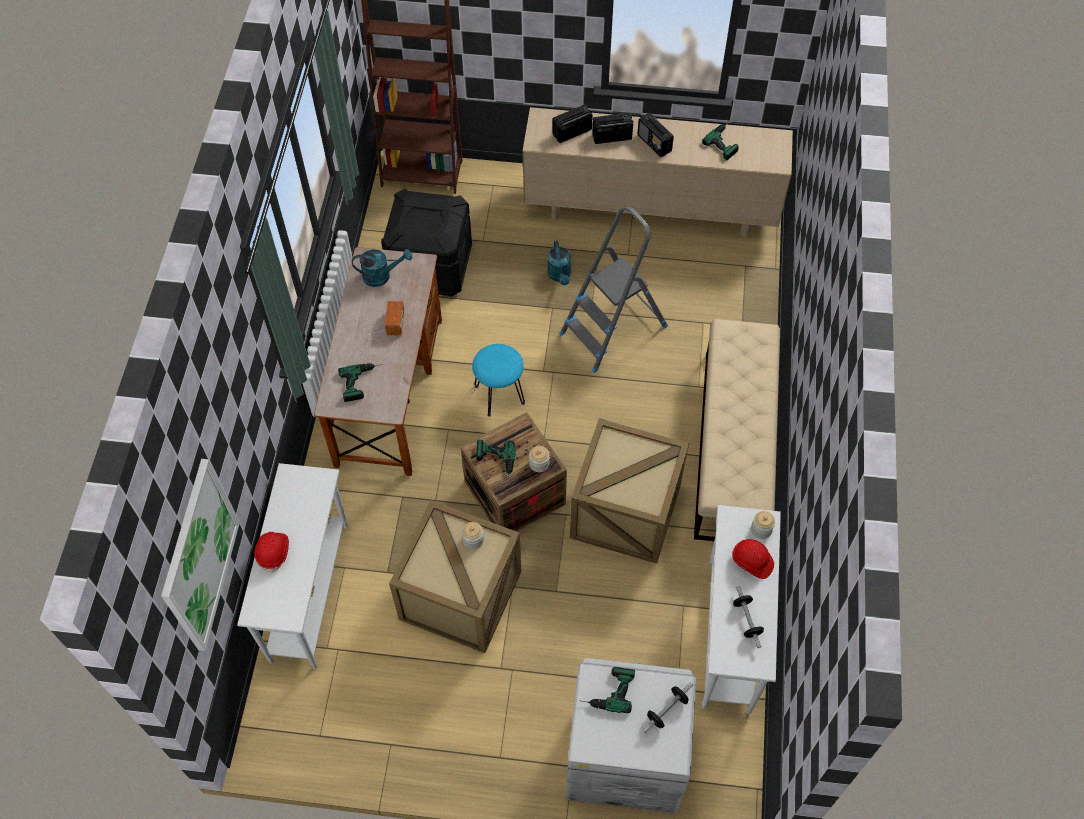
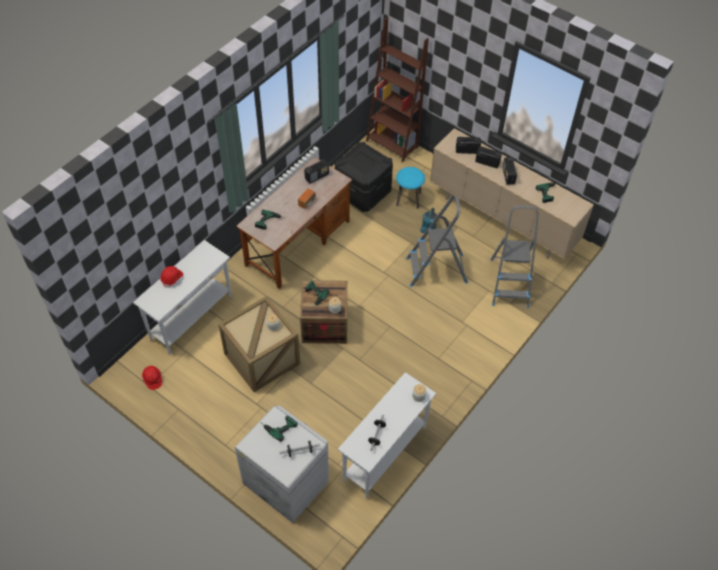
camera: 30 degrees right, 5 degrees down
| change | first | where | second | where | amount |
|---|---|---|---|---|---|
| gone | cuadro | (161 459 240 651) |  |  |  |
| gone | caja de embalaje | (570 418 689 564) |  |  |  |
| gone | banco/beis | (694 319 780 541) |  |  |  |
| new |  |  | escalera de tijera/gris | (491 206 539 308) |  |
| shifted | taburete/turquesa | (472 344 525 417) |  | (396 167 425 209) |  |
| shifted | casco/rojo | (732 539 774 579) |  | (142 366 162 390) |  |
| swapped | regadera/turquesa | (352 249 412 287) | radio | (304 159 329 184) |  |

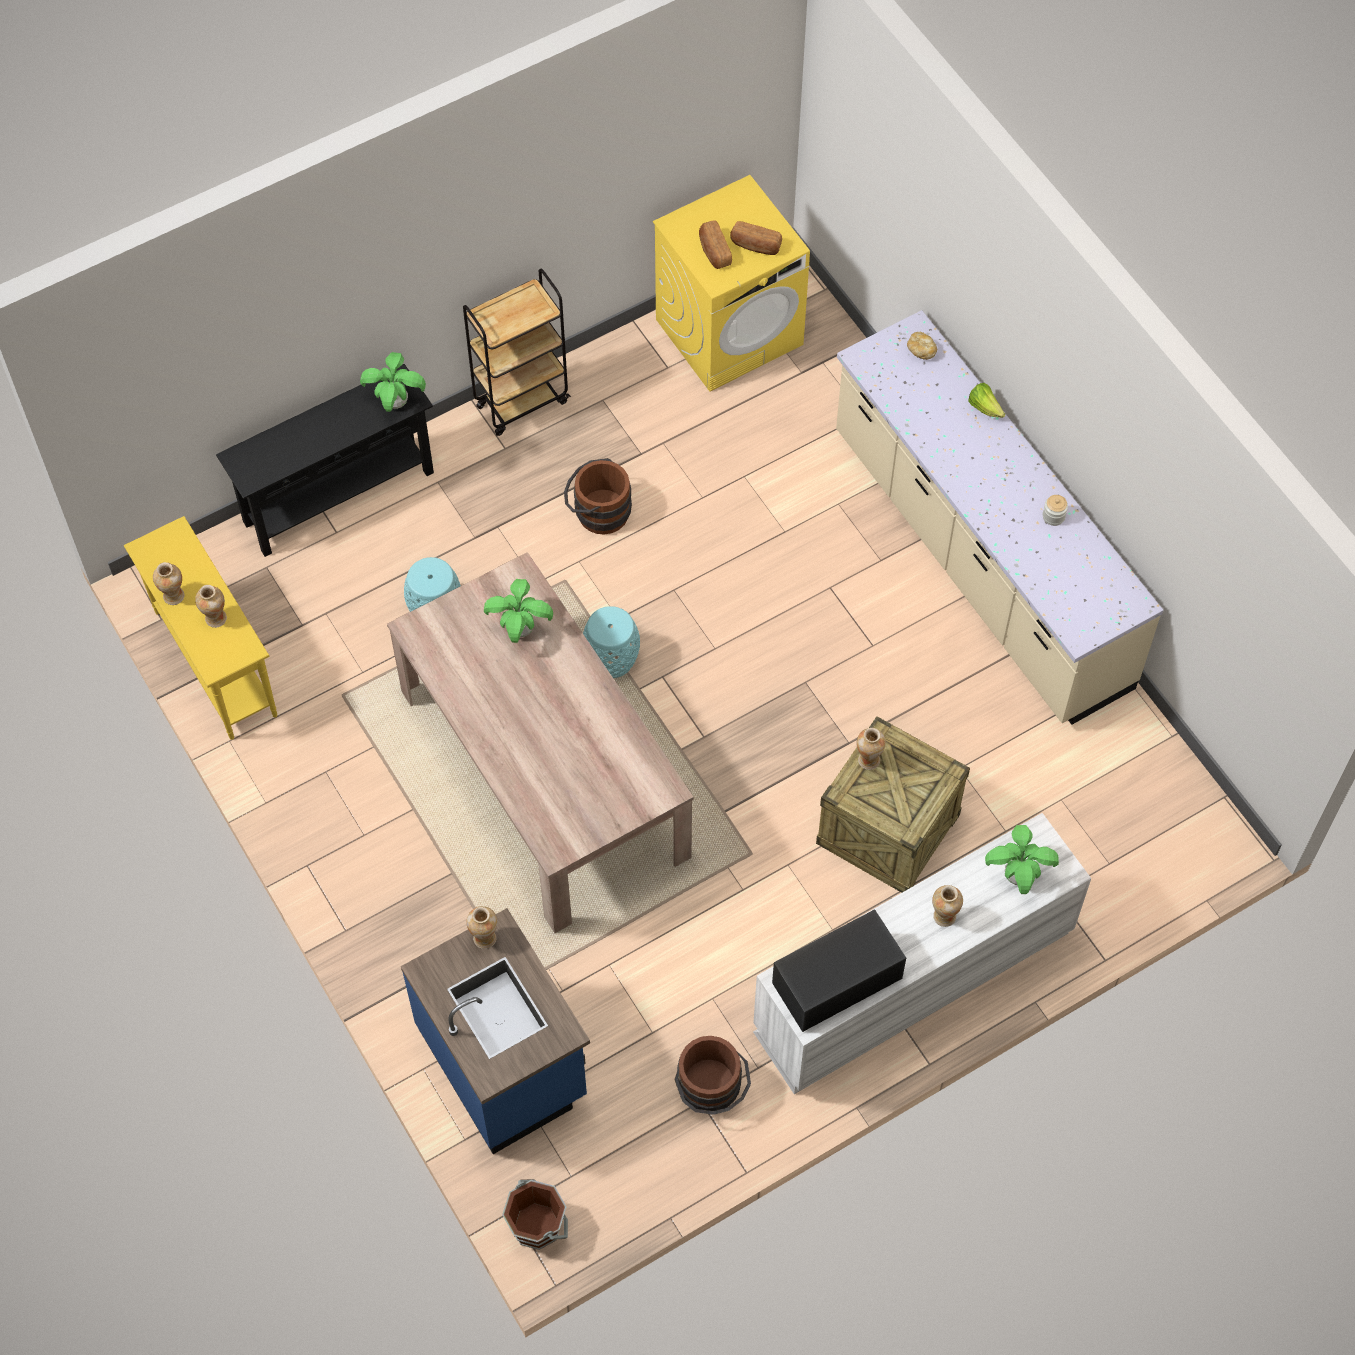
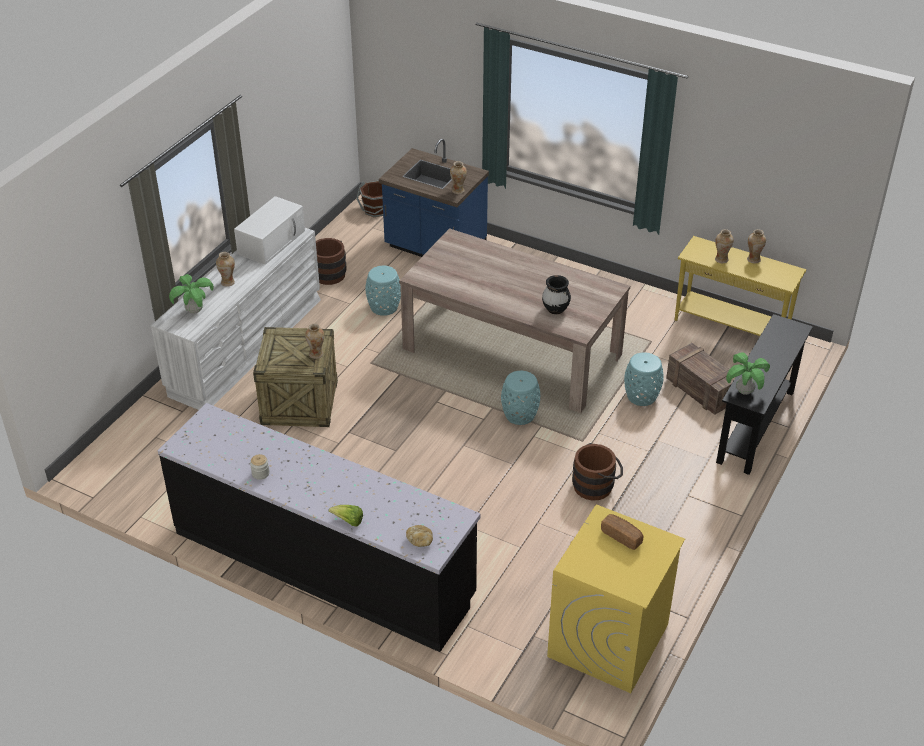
camera: 150 degrees right, 20 degrees down
| change | first | where | second | where | amount |
|---|---|---|---|---|---|
| gone | carrito/marrón | (463 269 571 436) |  |  |  |
| gone | pan | (730 221 782 255) |  |  |  |
| new |  |  | taburete/turquesa | (365 266 401 316) |  |
| new |  |  | caja de embalaje | (666 343 735 415) |  |
| swapped | planta en maceta | (484 579 553 643) | florero/negro | (542 275 571 314) |  |
| repainted | microondas/negro | (772 909 906 1032) | microondas/blanco | (234 196 305 265) |  |
| repainted | mueble bajo de cocina/beis | (836 310 1163 725) | mueble bajo de cocina/negro | (158 403 481 652) |  |

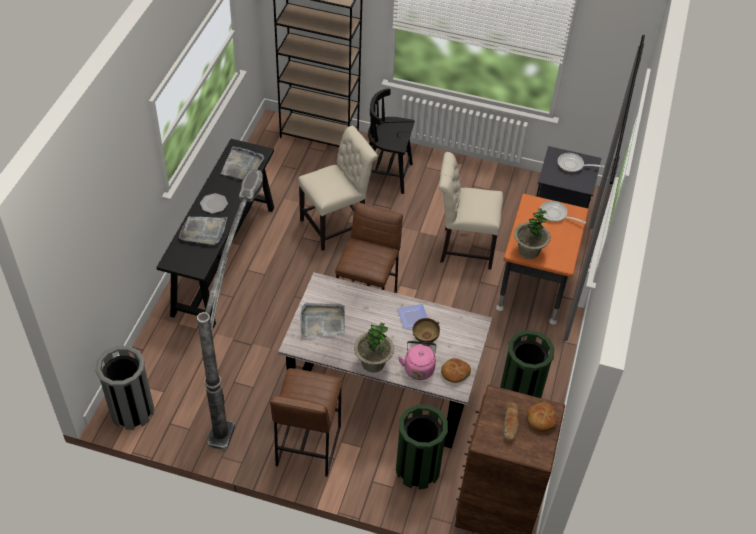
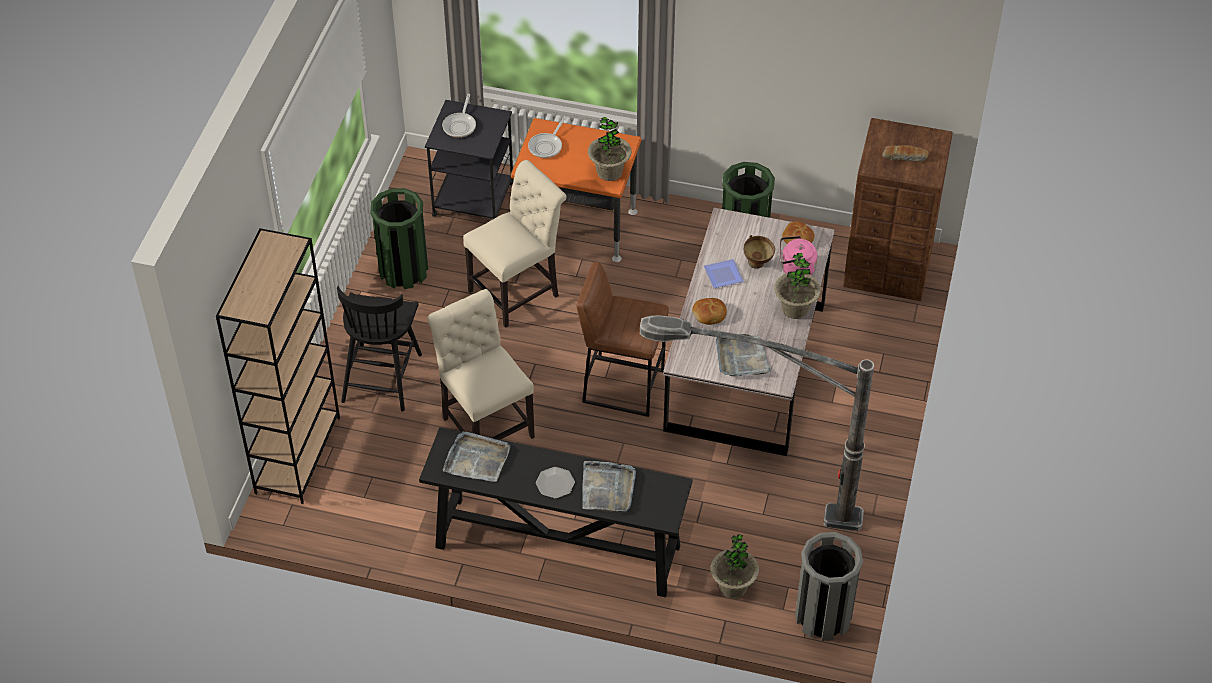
camera: 90 degrees left, 0 degrees up
| change | first | where | second | where | amount |
|---|---|---|---|---|---|
| gone | taburete/marrón | (270 368 342 477) |  |  |  |
| new |  |  | planta en maceta | (710 534 759 598) |  |
| shifted | papelera/verde | (396 404 448 490) |  | (370 188 428 289) |  |
| shifted | pan | (527 402 557 431) |  | (692 298 727 325) |  |
| rotated | silla/beis | (439 152 503 270) |  | (463 160 567 328) | 135 degrees counterclockwise |

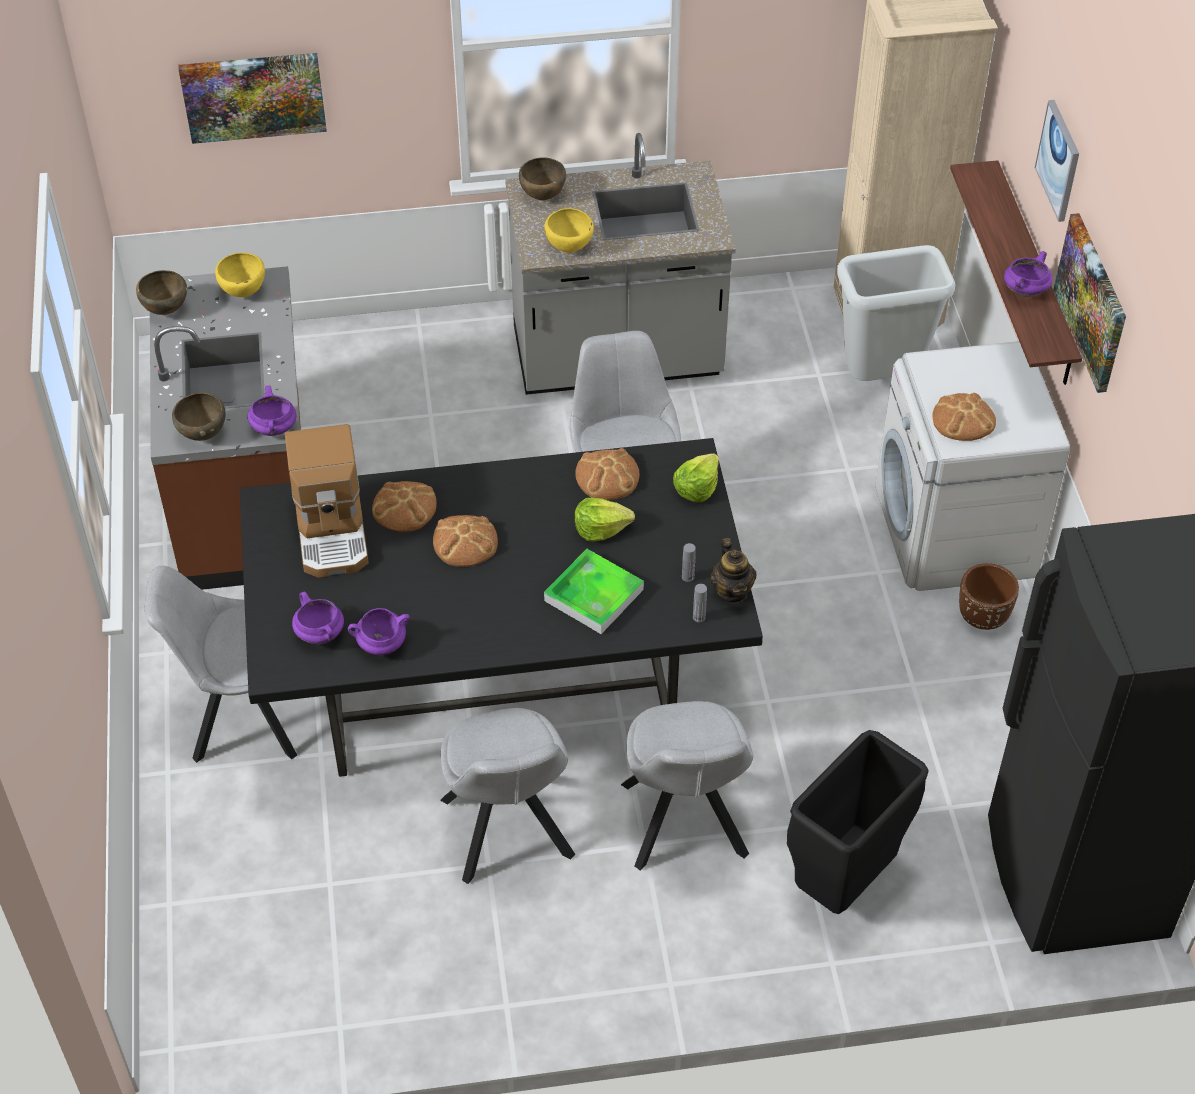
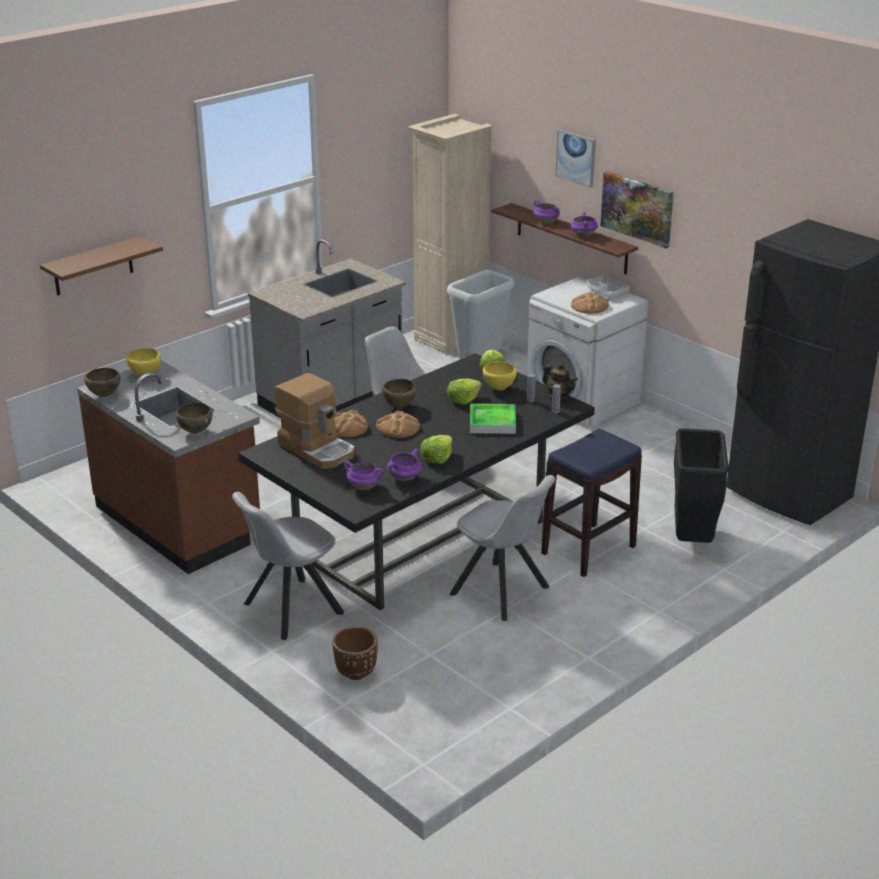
camera: 35 degrees left, 20 degrees down
| change | first | where | second | where | amount |
|---|---|---|---|---|---|
| gone | pan | (575 448 640 500) |  |  |  |
| new |  |  | lechuga | (420 435 453 464) |  |
| new |  |  | bandeja/gris | (587 275 630 298) |  |
| shifted | olla/morado | (248 385 296 436) |  | (534 200 560 224) |  |
| shifted | cuenco/marrón | (519 157 566 200) |  | (382 379 417 408) |  |
| shifted | cuenco/amarillo | (545 208 594 253) |  | (483 362 517 390) |  |
| shifted | maceta/marrón | (959 563 1019 630) |  | (332 626 378 680) |  |
| swapped | cuadro | (178 53 327 144) | estante/marrón | (40 236 163 295) |  |
| swapped | silla/gris | (621 701 753 870) | taburete | (541 429 642 577) |  |

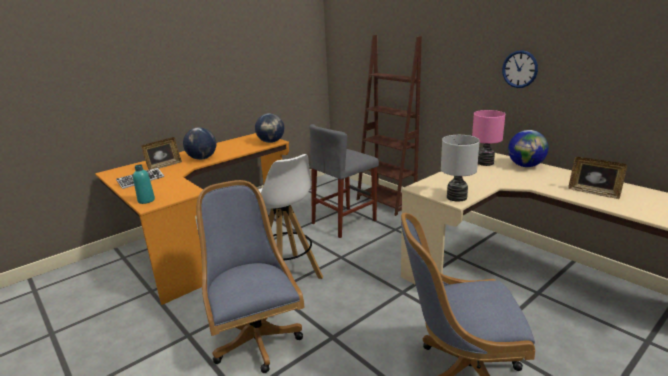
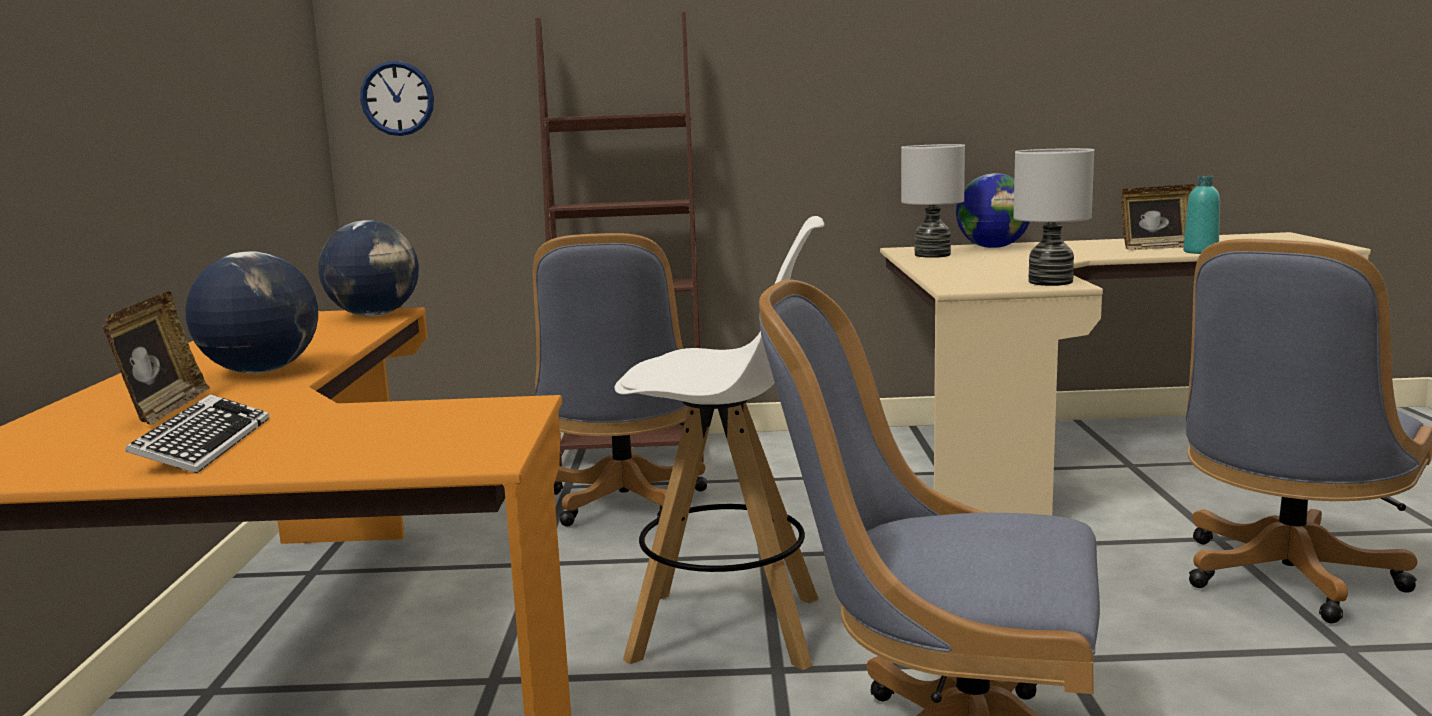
camera: 50 degrees left, 10 degrees down
| change | first | where | second | where | amount |
|---|---|---|---|---|---|
| shifted | botella/turquesa | (133 164 155 204) |  | (1183 176 1220 254) |  |
| shifted | reloj de pared | (502 50 538 88) |  | (360 61 434 136) |  |
| swapped | taburete/gris | (309 124 379 238) | silla de oficina/azul | (533 233 707 526) |  |
| repainted | lámpara de mesa/rosa | (472 110 505 166) | lámpara de mesa/gris | (901 144 965 258) |  |

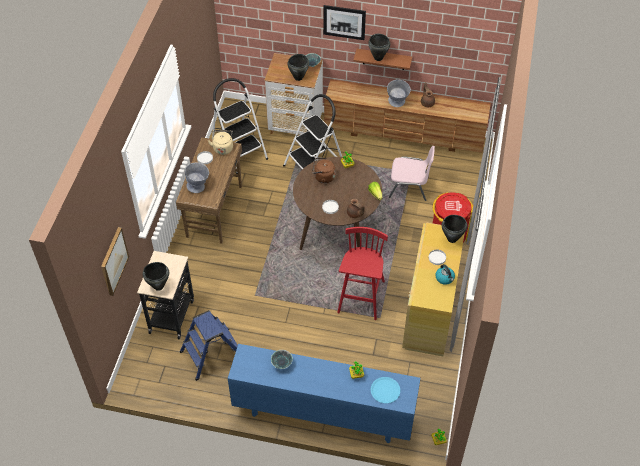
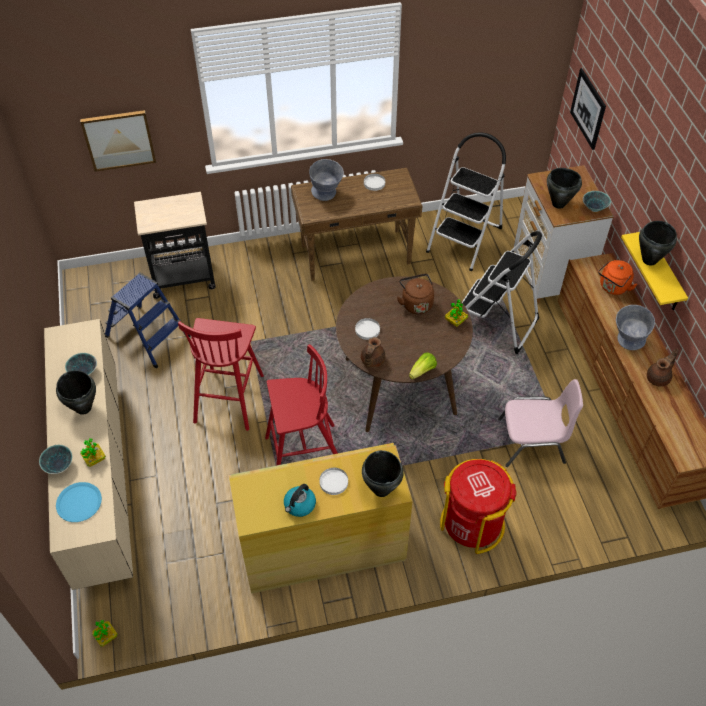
camera: 65 degrees right, 0 degrees up
| change | first | where | second | where | amount |
|---|---|---|---|---|---|
| gone | hervidor/beis | (208 130 233 155) |  |  |  |
| new |  |  | cuenco | (39 445 72 474) |  |
| new |  |  | taburete/rojo | (178 318 264 431) |  |
| new |  |  | hervidor/naranja | (598 260 637 295) |  |
| shifted | olla/negro | (143 262 169 291) |  | (56 370 96 415) |  |
| shifted | cuadro | (323 5 366 40) |  | (570 68 606 150) |  |
| repainted | armario/azul | (228 344 421 443) | armario/beis | (44 319 133 590) |  |
| repainted | estante/marrón | (353 49 412 70) | estante/amarillo | (621 232 688 310) |  |
| rotated | silla/rosa | (389 146 435 201) |  | (498 379 583 467) | 75 degrees counterclockwise |

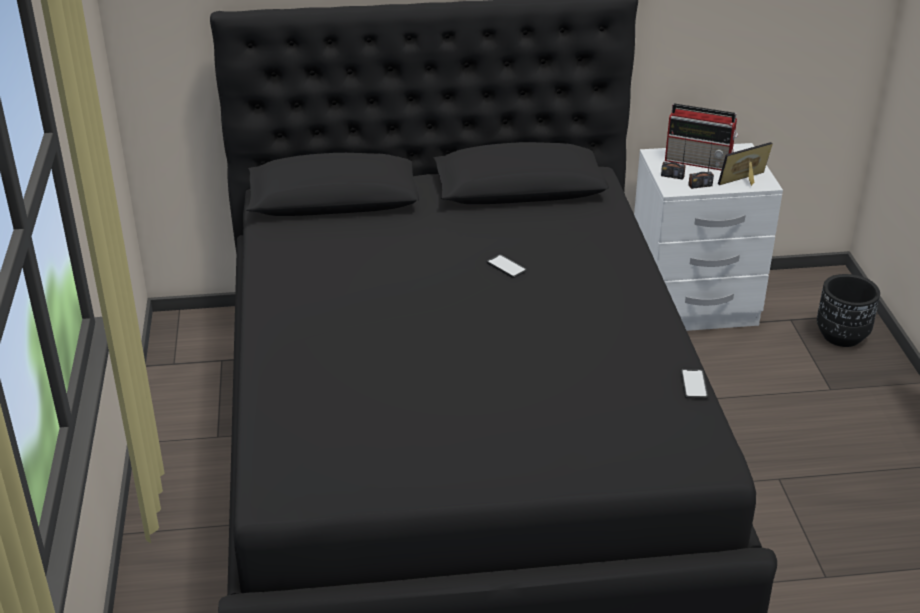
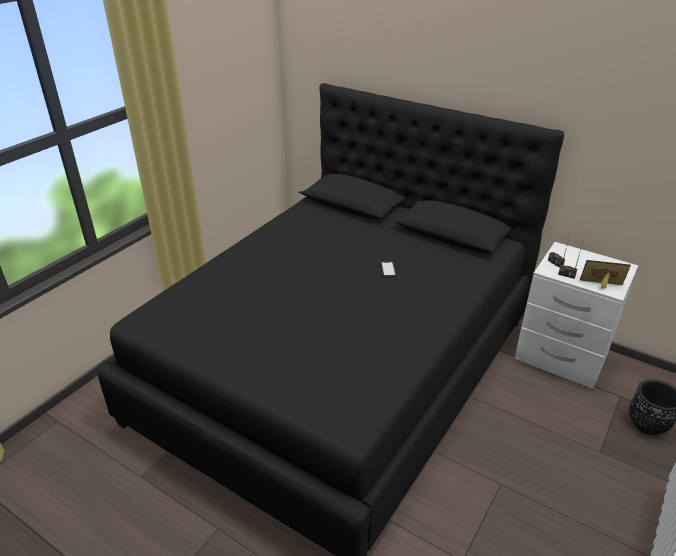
camera: 40 degrees right, 0 degrees up
| change | first | where | second | where | amount |
|---|---|---|---|---|---|
| gone | radio | (665 104 738 170) |  |  |  |
| gone | móvil | (681 369 708 399) |  |  |  |

